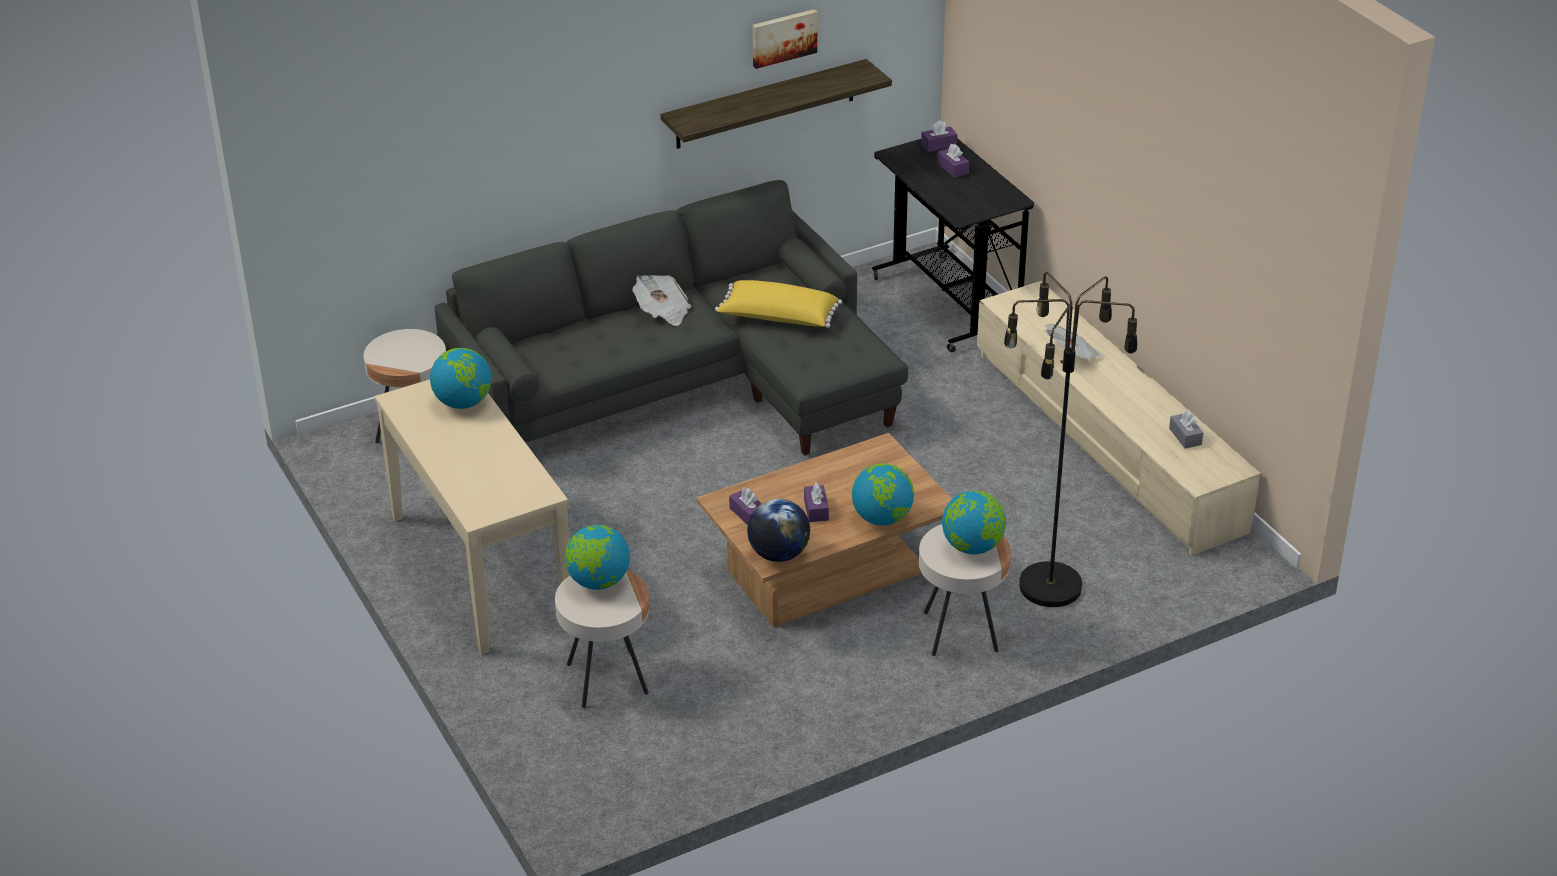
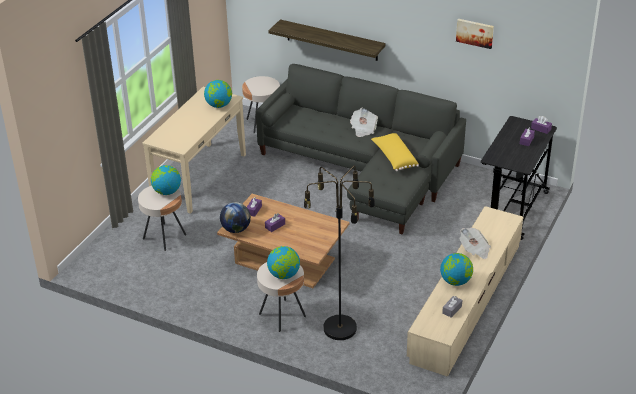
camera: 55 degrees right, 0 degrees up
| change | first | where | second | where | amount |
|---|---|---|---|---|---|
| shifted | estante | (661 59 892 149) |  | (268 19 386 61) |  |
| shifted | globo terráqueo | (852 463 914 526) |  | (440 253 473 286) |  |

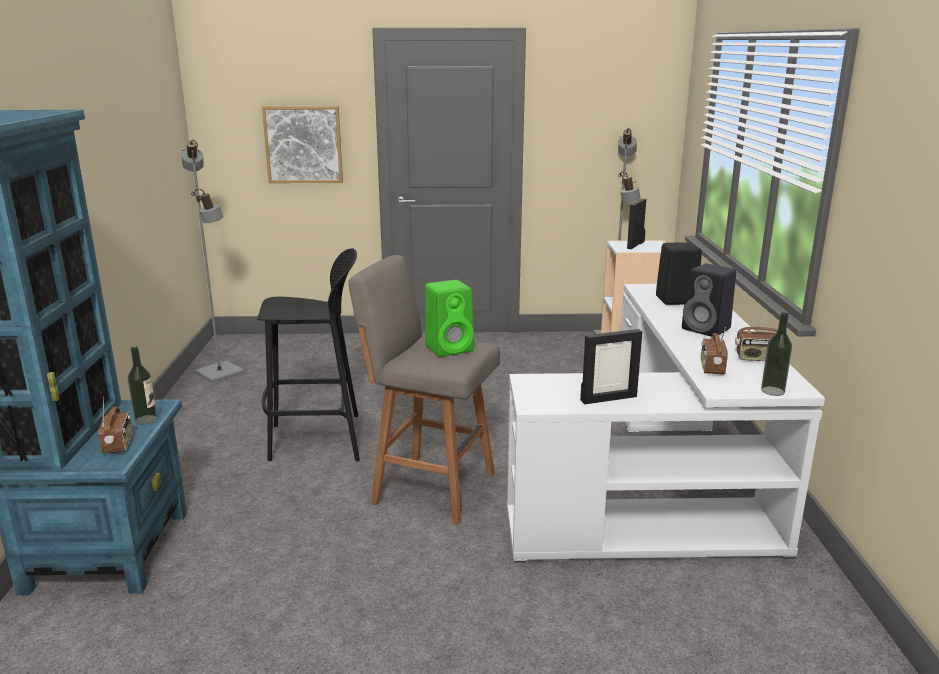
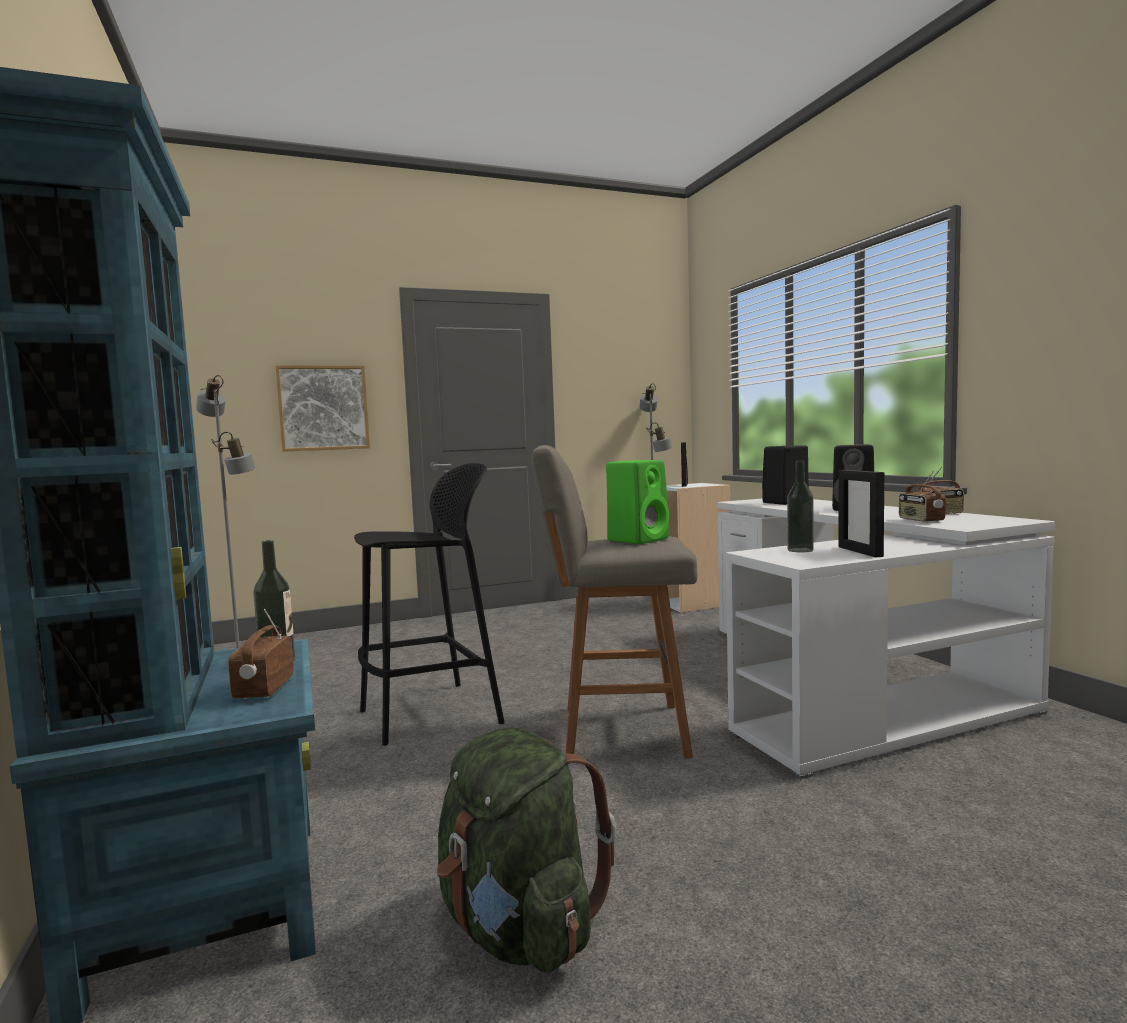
camera: 20 degrees left, 15 degrees down
| change | first | where | second | where | amount |
|---|---|---|---|---|---|
| new |  |  | mochila/verde | (436 727 617 973) |  |
| shifted | botella | (761 312 792 396) |  | (787 460 813 552) |  |
| rotated | radio | (98 397 133 454) |  | (228 609 294 699) | 150 degrees counterclockwise |
| rotated | portarretratos | (580 329 642 404) |  | (838 470 884 557) | 120 degrees clockwise |

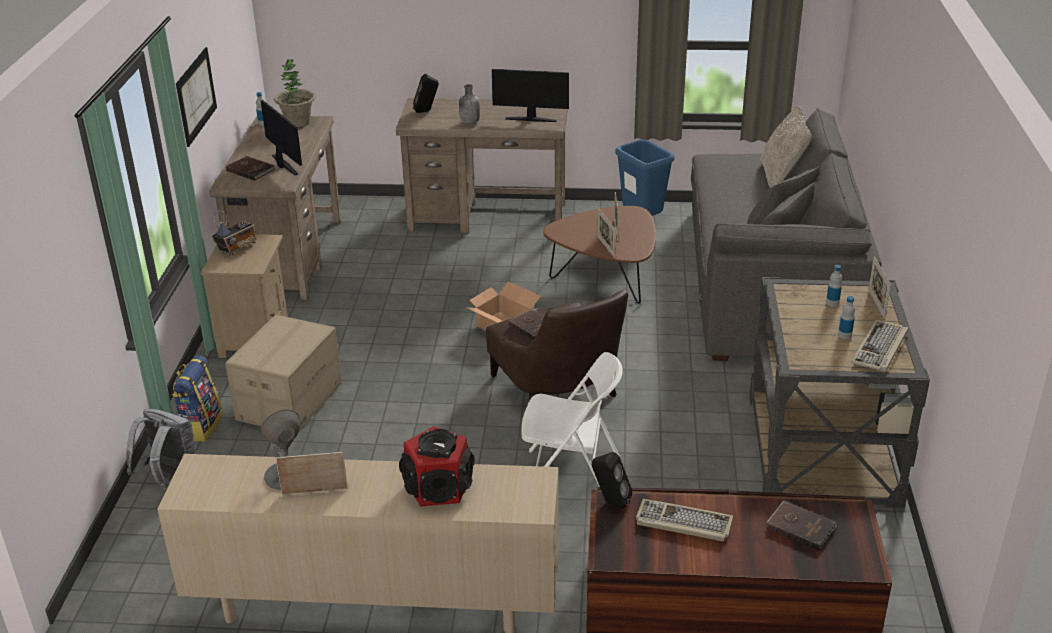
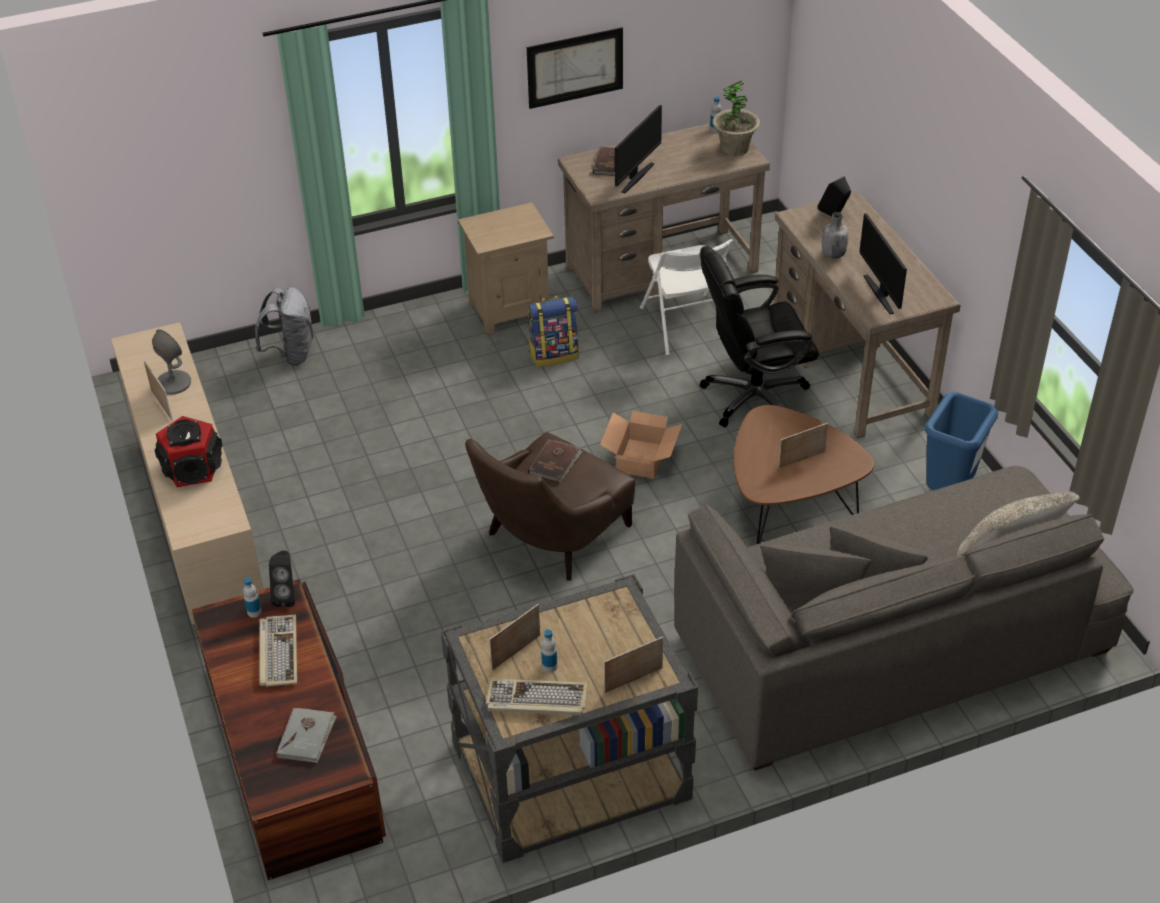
camera: 65 degrees right, 10 degrees up
| change | first | where | second | where | amount |
|---|---|---|---|---|---|
| gone | radio | (212 211 257 255) |  |  |  |
| gone | caja de cartón | (225 315 342 430) |  |  |  |
| new |  |  | silla de oficina/negro | (699 246 819 428) |  |
| shifted | mochila | (172 355 222 442) |  | (528 296 579 367) |  |
| shifted | silla/blanco | (522 352 623 487) |  | (640 239 733 355) |  |
| shifted | portarretratos | (597 209 616 258) |  | (489 604 540 671) |  |
| shifted | botella | (826 265 842 307) |  | (243 578 262 618) |  |
| repainted | libro/marrón | (766 500 837 551) | libro/gris | (276 708 337 763) |  |

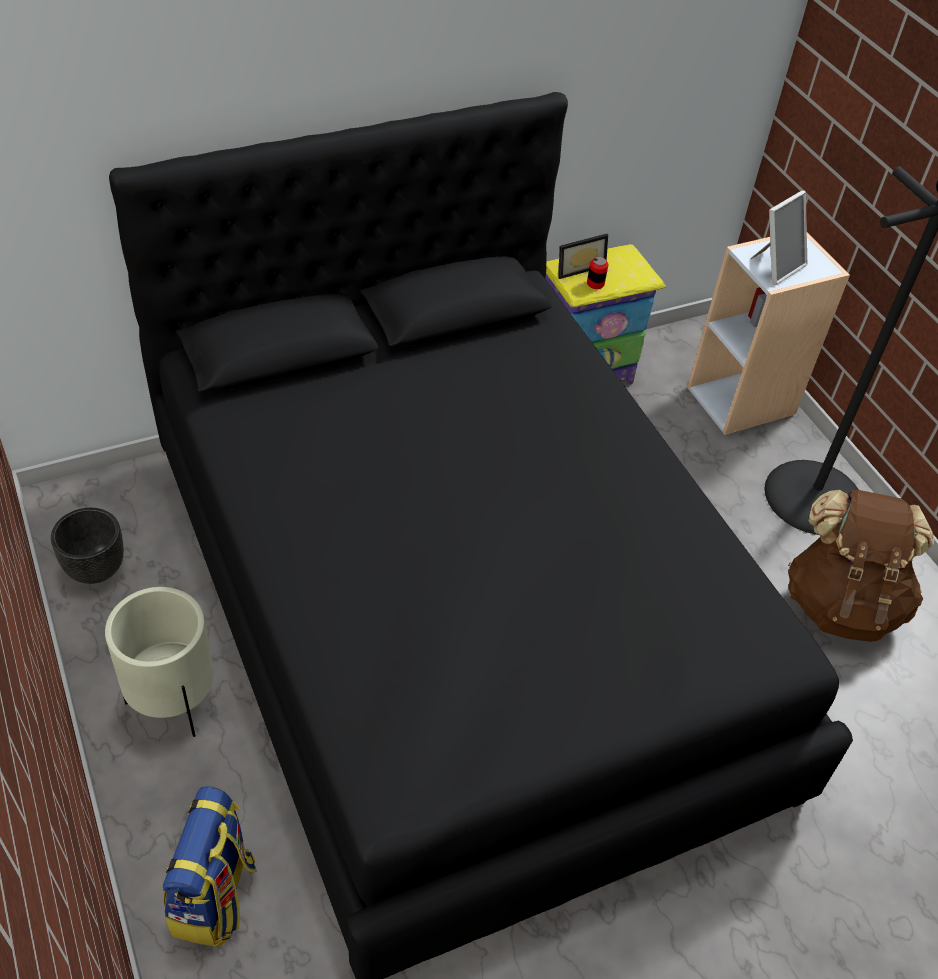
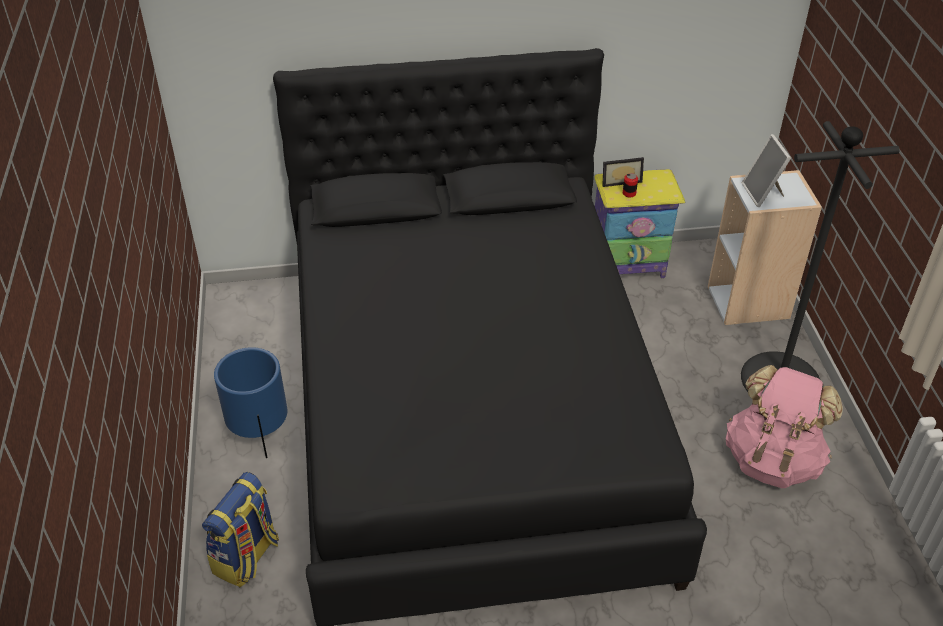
camera: 20 degrees right, 5 degrees down
| change | first | where | second | where | amount |
|---|---|---|---|---|---|
| gone | maceta/negro | (51 508 124 584) |  |  |  |
| repainted | maceta/beis | (105 587 214 737) | maceta/azul | (214 347 287 458) |  |
| repainted | mochila/marrón | (788 490 934 642) | mochila/rosa | (726 365 843 488) |  |
| rotated | portarretratos | (750 190 807 285) |  | (741 134 791 207) | 105 degrees clockwise |

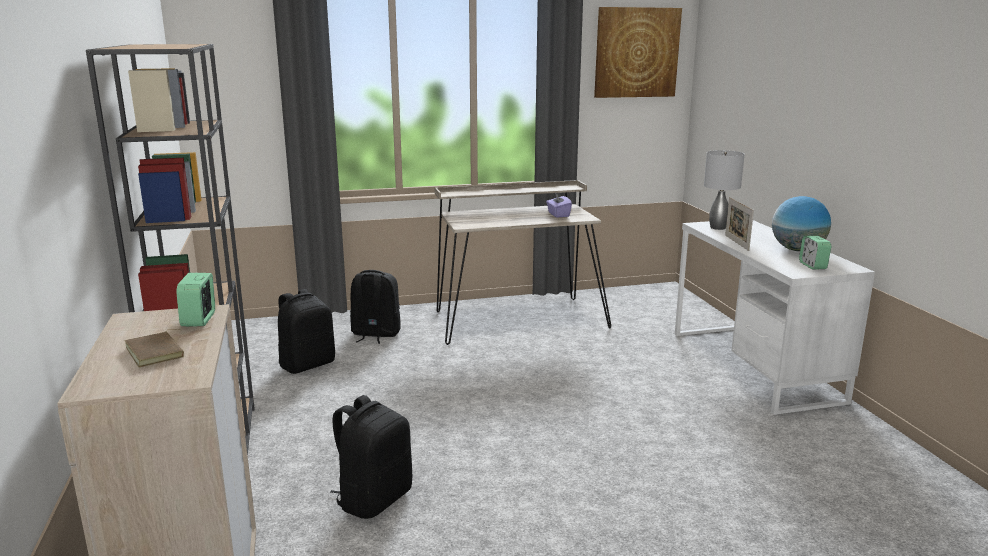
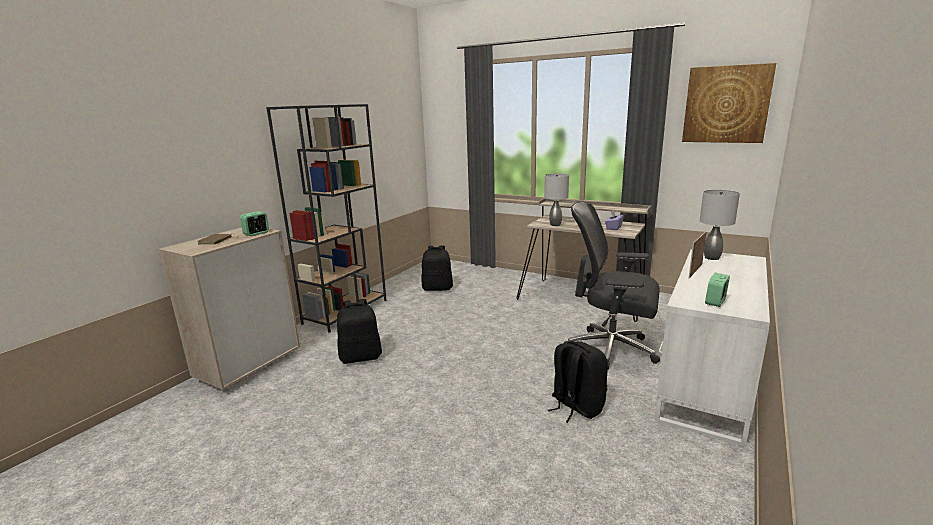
camera: 45 degrees right, 0 degrees up
| change | first | where | second | where | amount |
|---|---|---|---|---|---|
| gone | globo terráqueo | (772 196 831 251) |  |  |  |
| new |  |  | lámpara de mesa/gris | (544 173 569 226) |  |
| new |  |  | silla de oficina | (563 202 660 370) |  |
| shifted | mochila/negro | (350 270 401 344) |  | (548 341 608 423) |  |

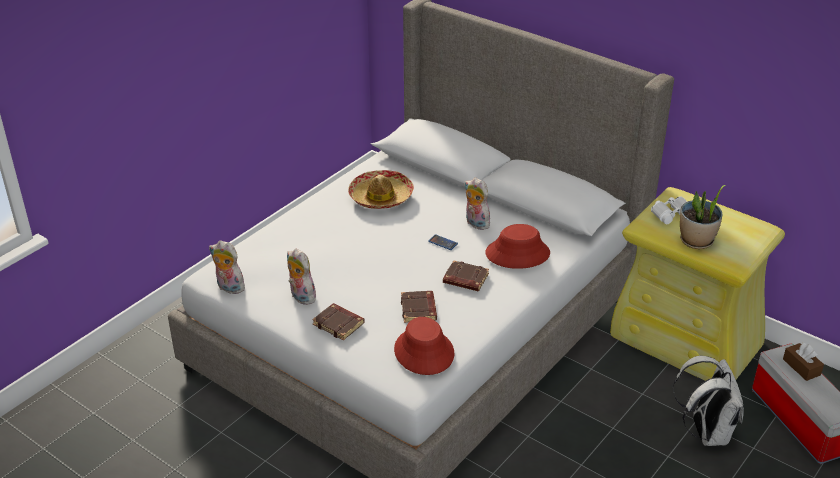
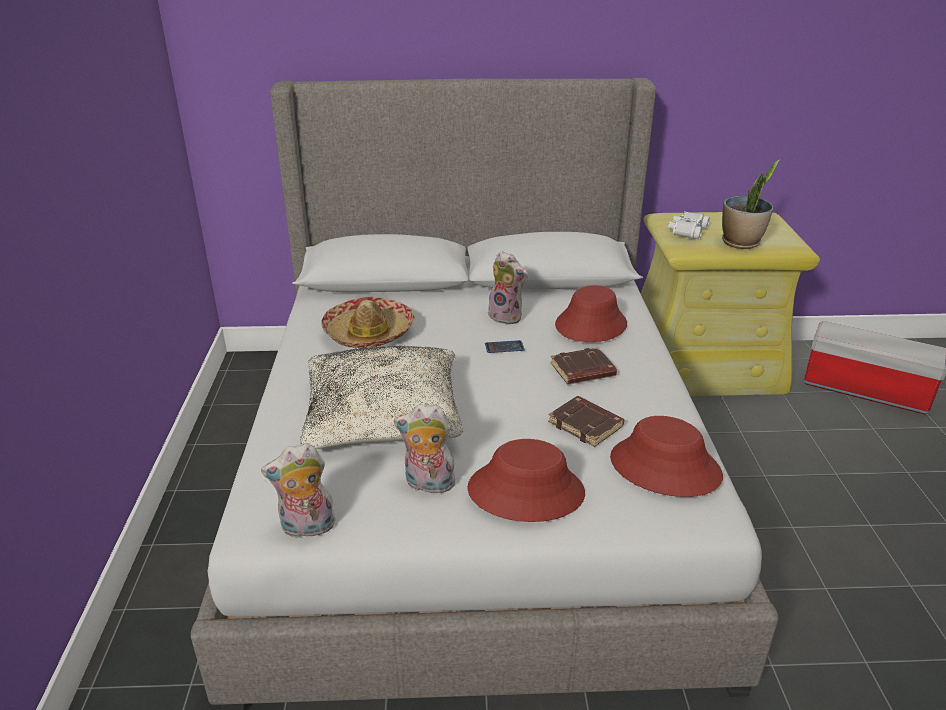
camera: 40 degrees left, 5 degrees down
| change | first | where | second | where | amount |
|---|---|---|---|---|---|
| gone | mochila/blanco | (673 356 744 446) |  |  |  |
| gone | caja de pañuelos/marrón | (783 342 824 381) |  |  |  |
| new |  |  | cojín/beis | (300 346 463 449) |  |
| swapped | libro/marrón | (312 303 365 341) | sombrero/rojo | (467 439 585 522) |  |
| rotated | peluche | (464 178 490 230) |  | (488 251 528 325) | 150 degrees counterclockwise |

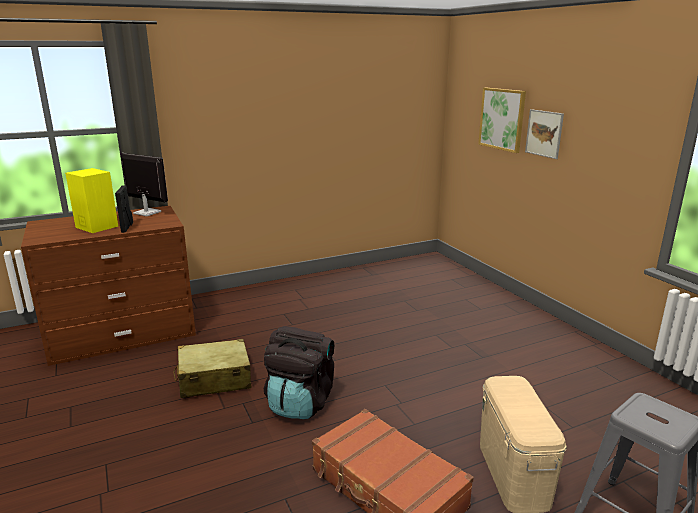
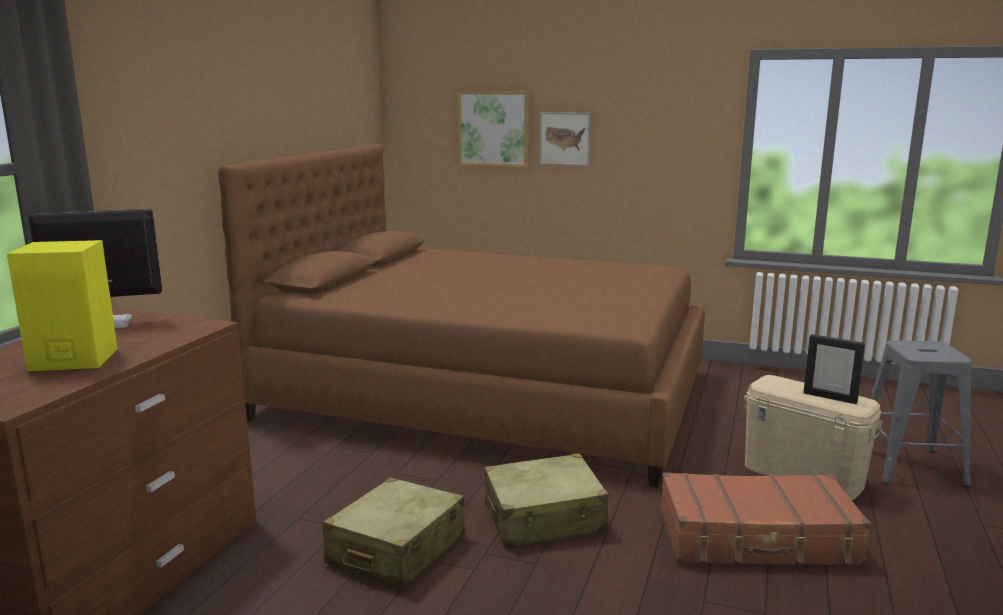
camera: 45 degrees left, 5 degrees down
| change | first | where | second | where | amount |
|---|---|---|---|---|---|
| new |  |  | cama/marrón | (218 144 705 488) |  |
| shifted | portarretratos | (115 185 133 233) |  | (803 334 866 404) |  |
| swapped | mochila/negro | (264 326 334 419) | maleta/beis | (484 453 608 548) |  |

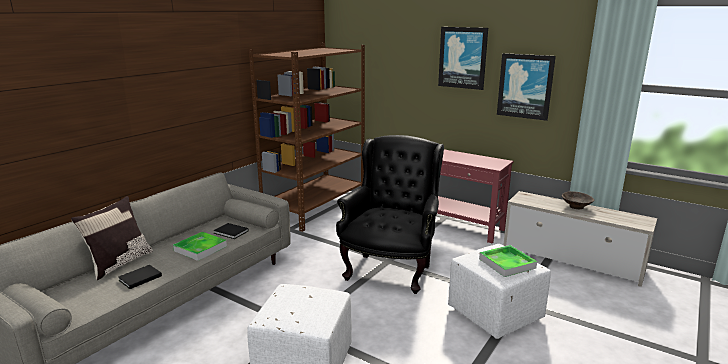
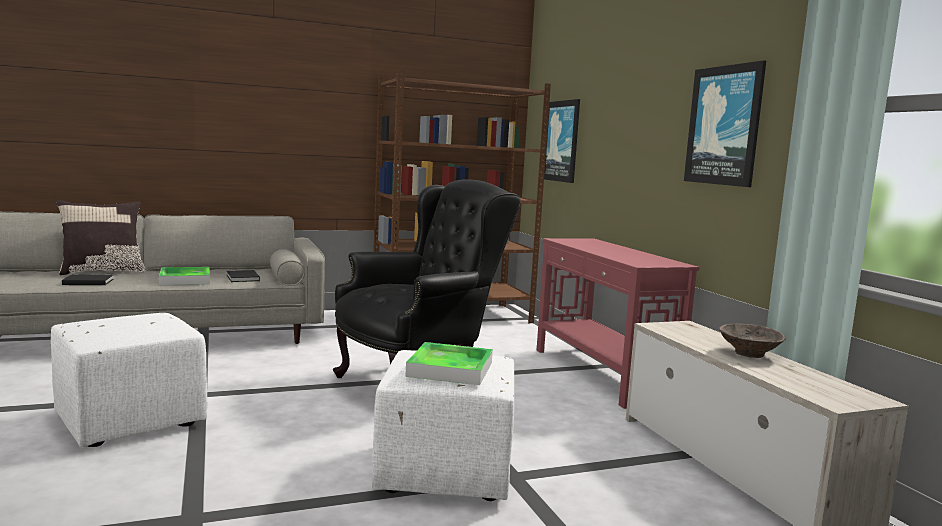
camera: 35 degrees right, 10 degrees down
| change | first | where | second | where | amount |
|---|---|---|---|---|---|
| shifted | cuadro | (438 27 488 90) |  | (544 99 580 183) |  |

